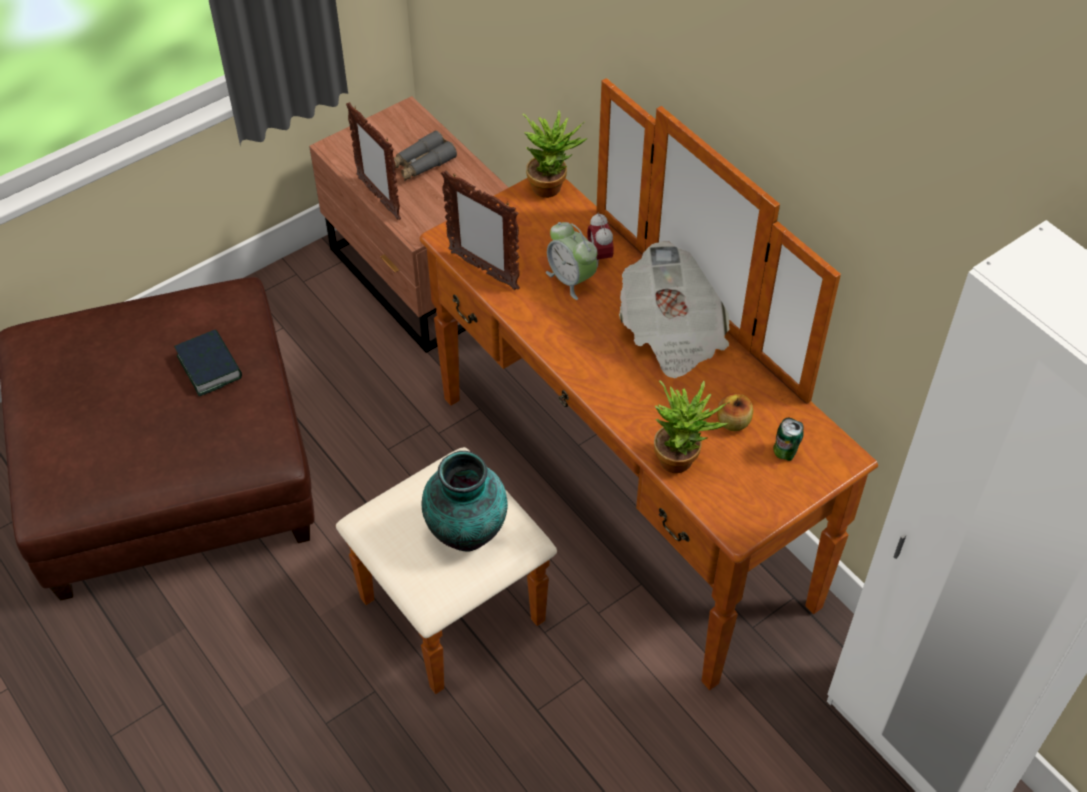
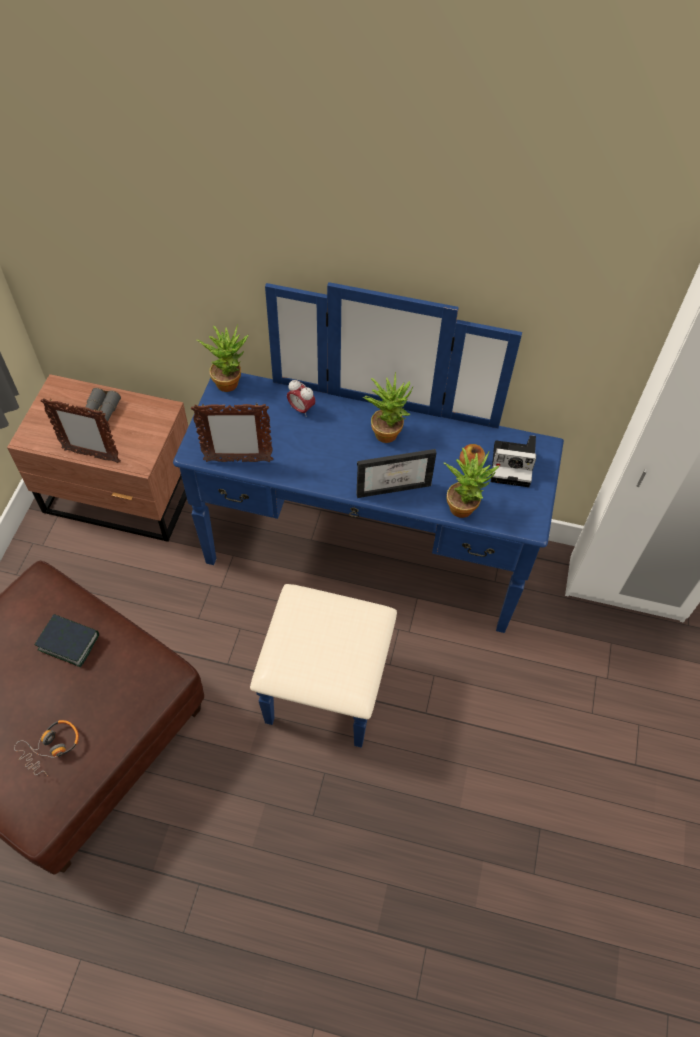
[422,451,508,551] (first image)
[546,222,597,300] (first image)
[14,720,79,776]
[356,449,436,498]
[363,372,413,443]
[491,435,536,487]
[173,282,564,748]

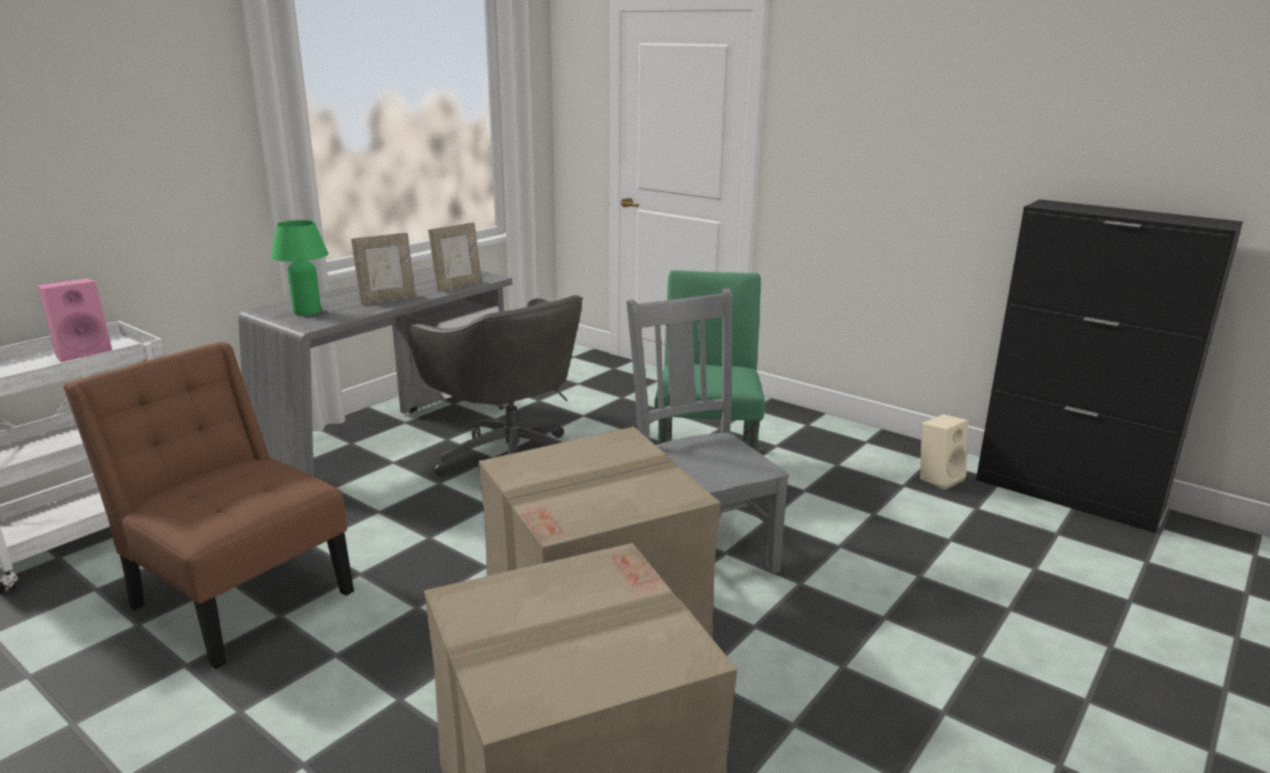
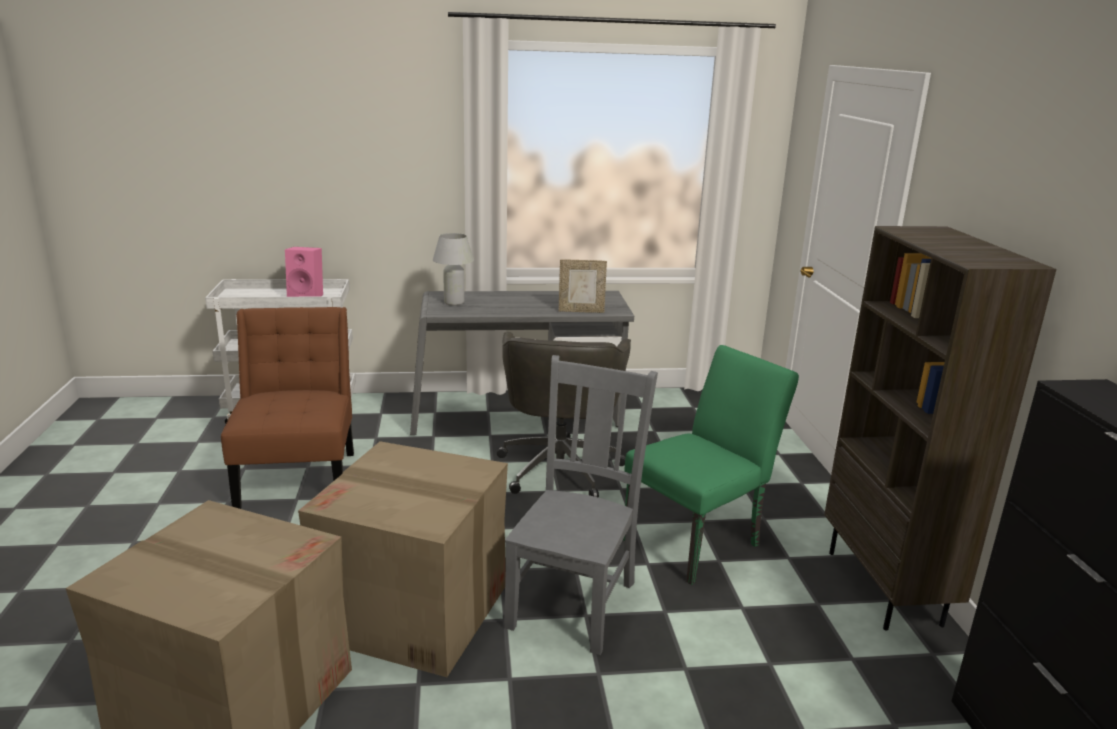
[351,233,416,304] (first image)
[920,414,969,490] (first image)
[824,226,1056,630]
[433,233,474,306]

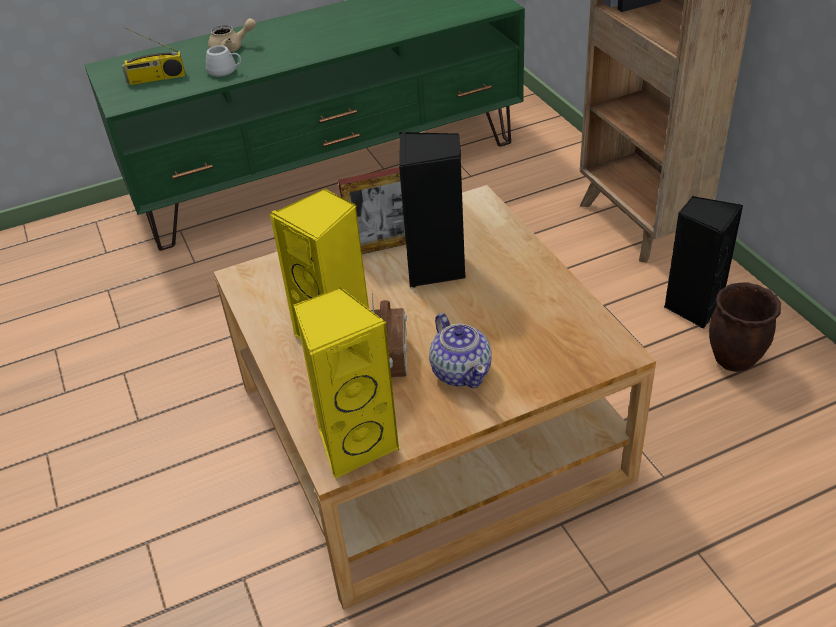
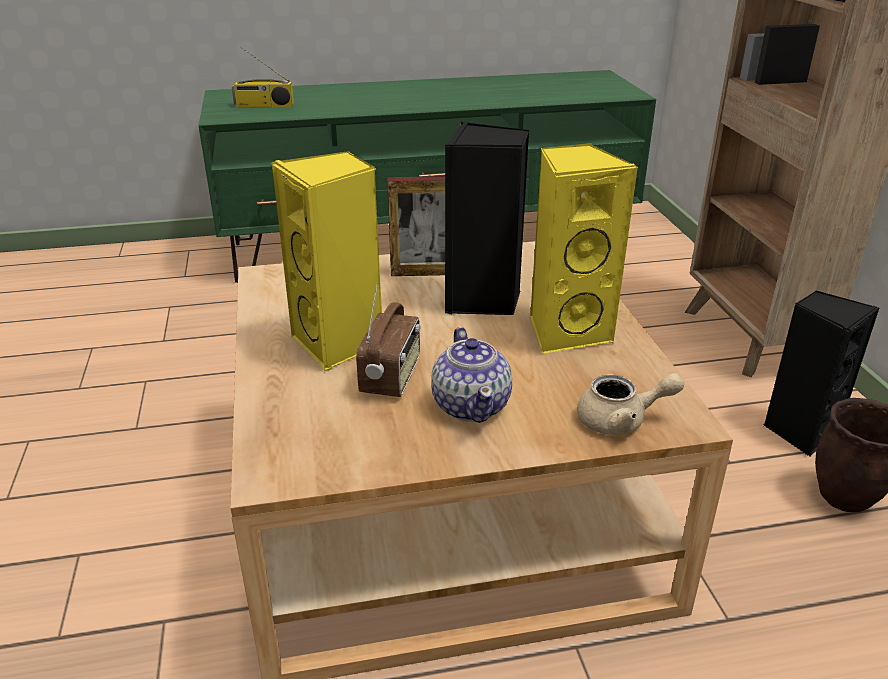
[206,45,241,77] (first image)
[577,373,684,435]
[530,143,639,354]

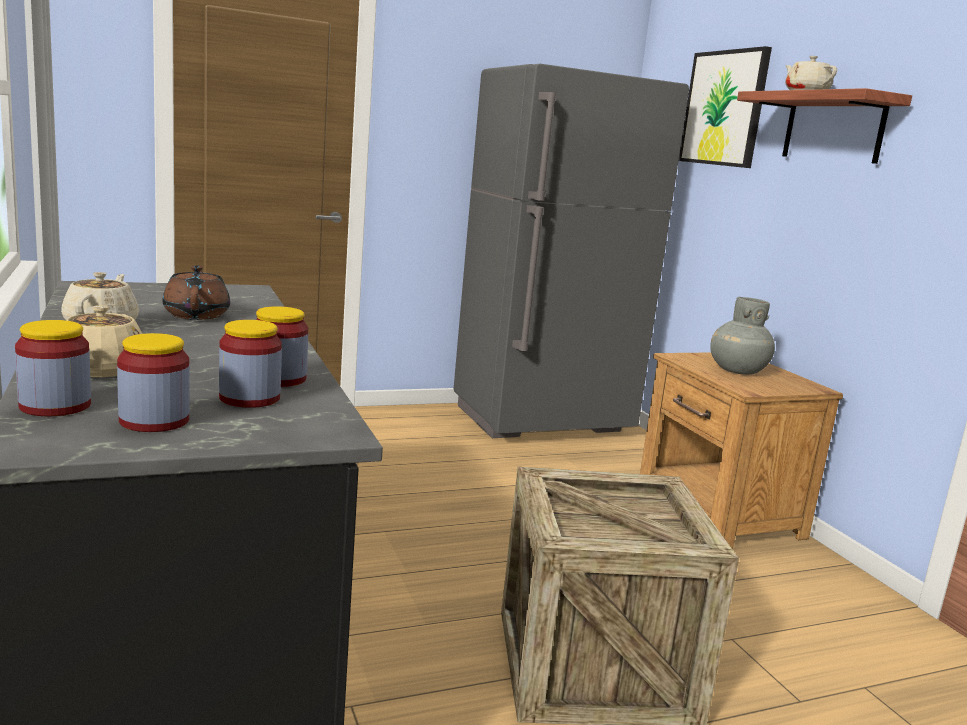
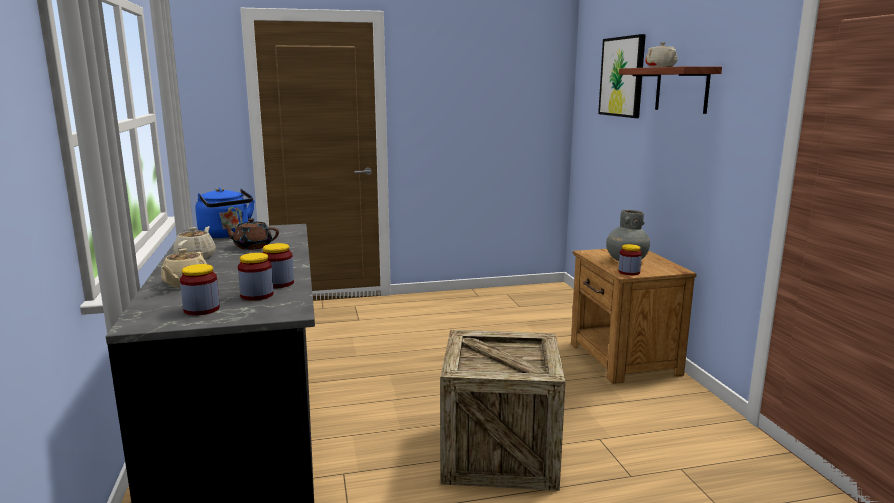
[454,64,689,438] (first image)
[195,188,255,238]
[618,244,642,275]
[222,218,279,250]

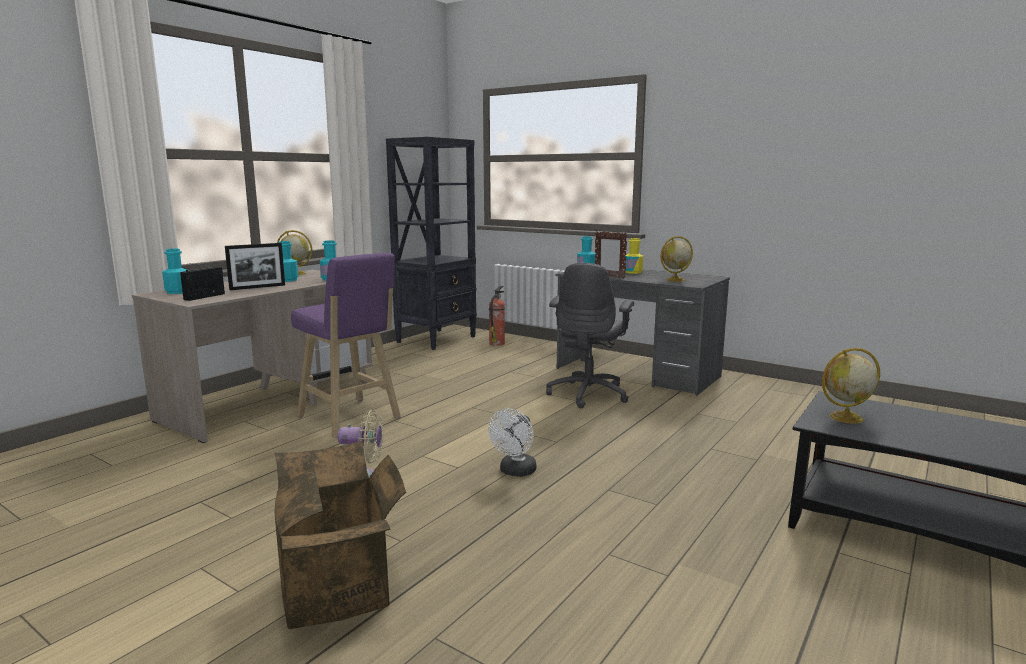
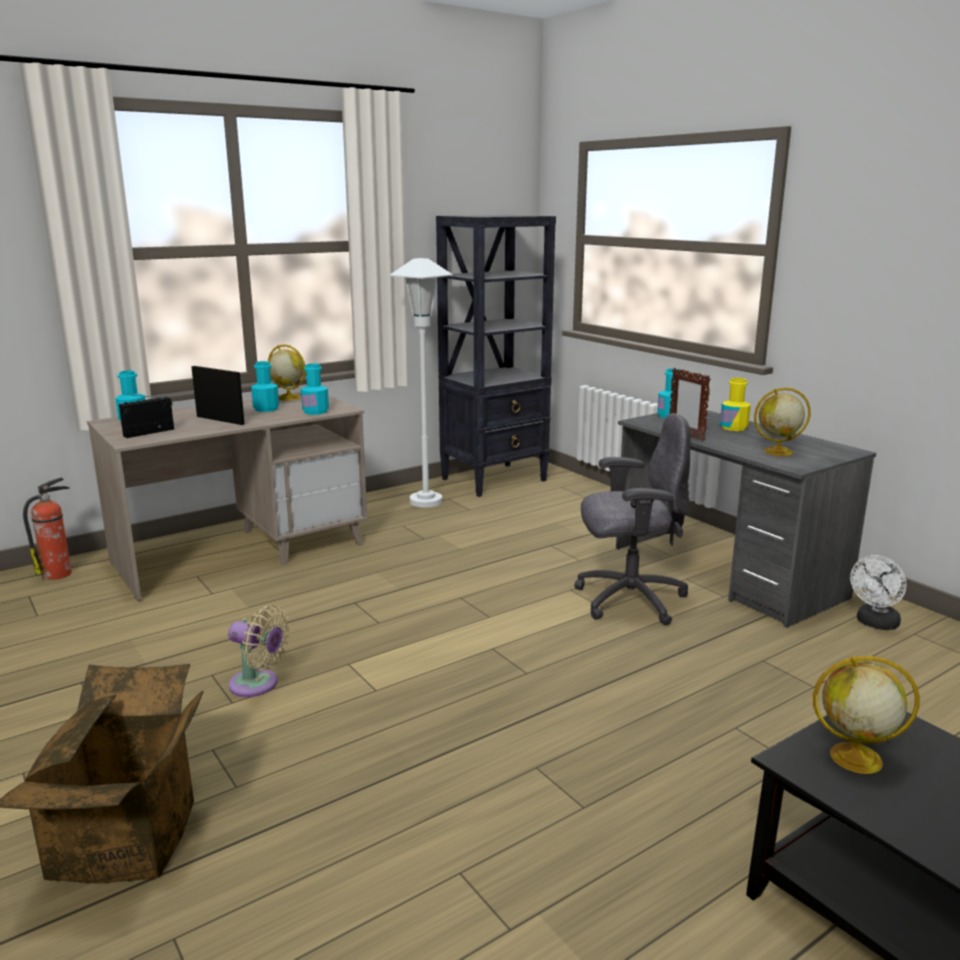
[291,253,401,438] (first image)
[389,258,453,508]
[850,555,907,630]
[23,477,72,580]
[191,366,245,425]
[574,413,690,626]

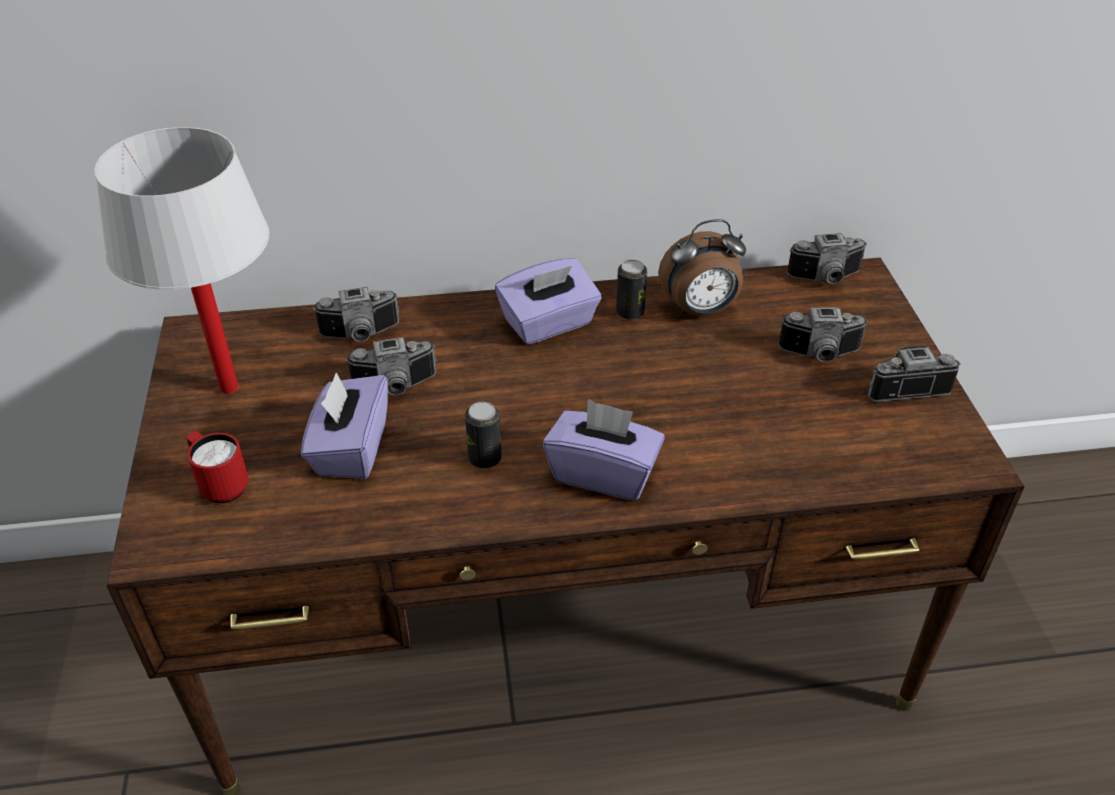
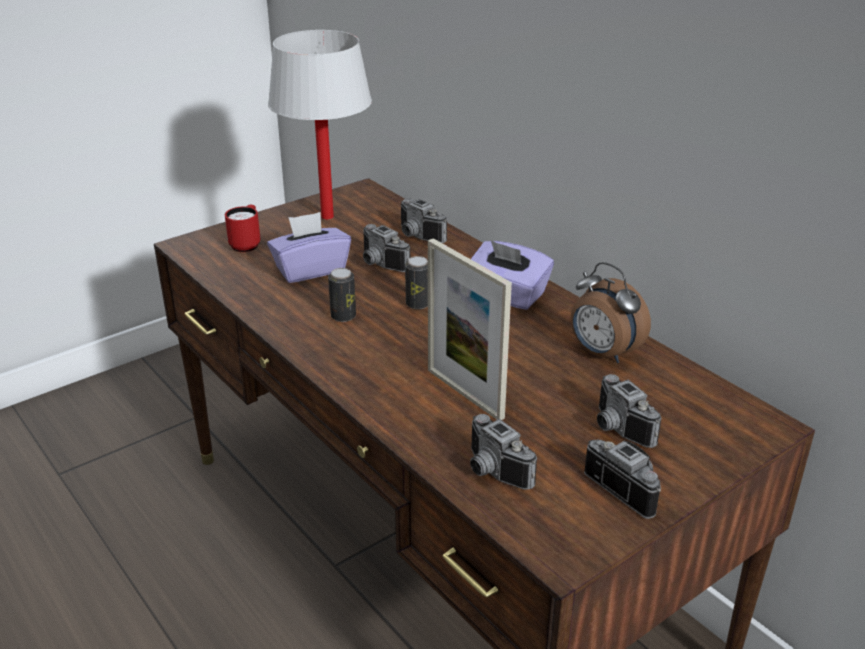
[543,399,665,501] (first image)
[428,238,512,420]
[405,256,428,309]
[470,414,537,490]

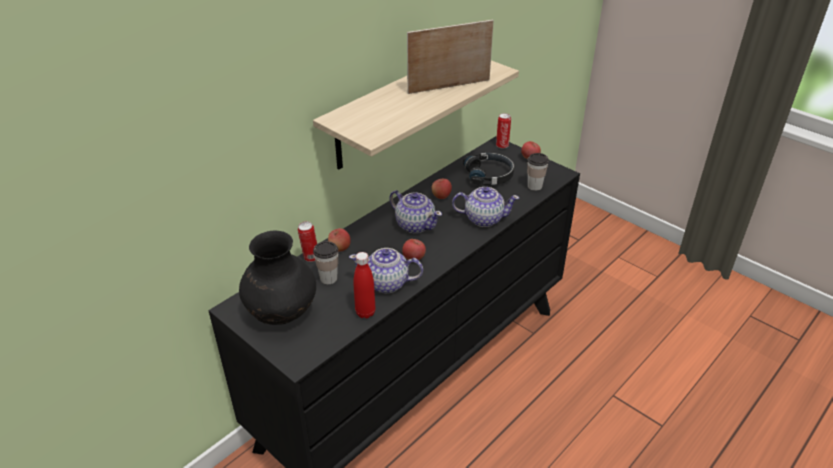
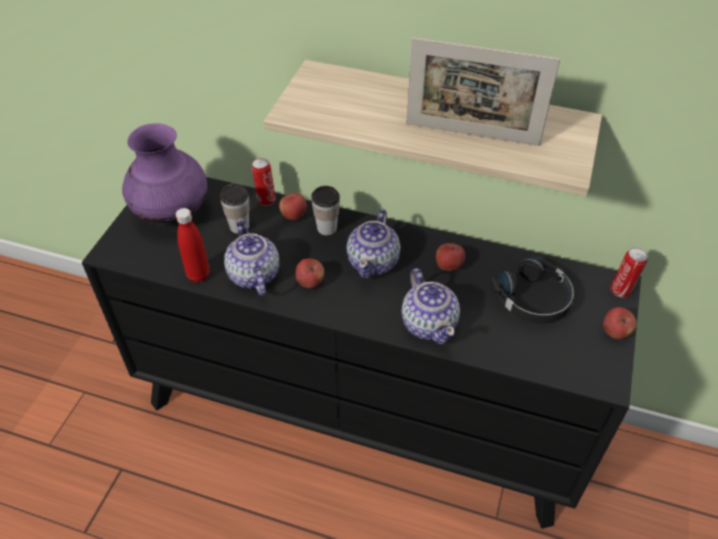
[311,186,340,235]
[122,123,207,225]
[406,37,560,146]

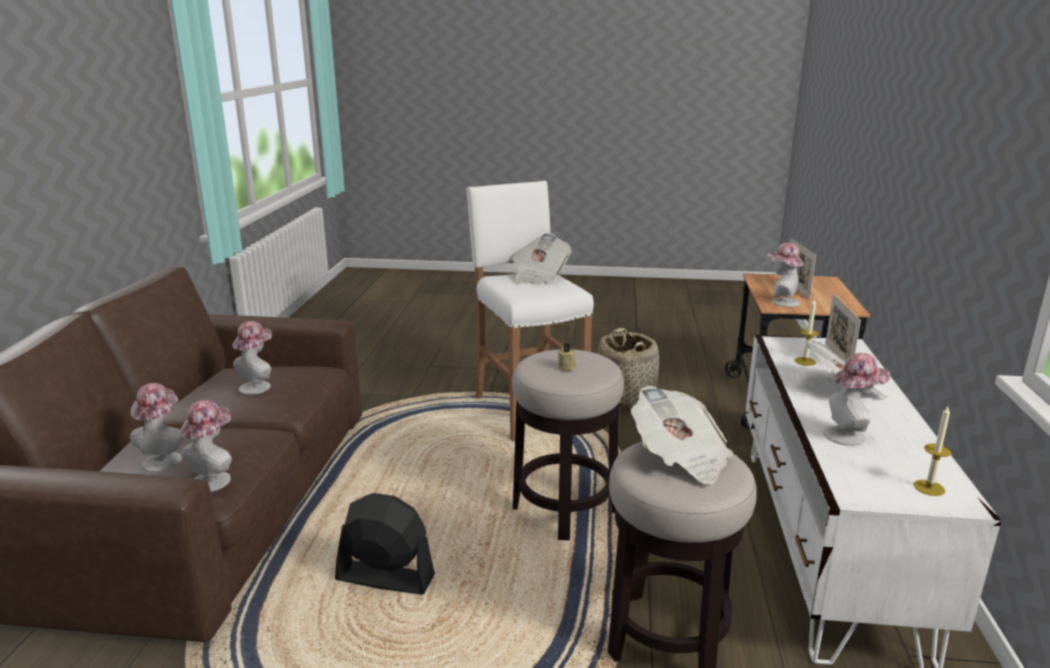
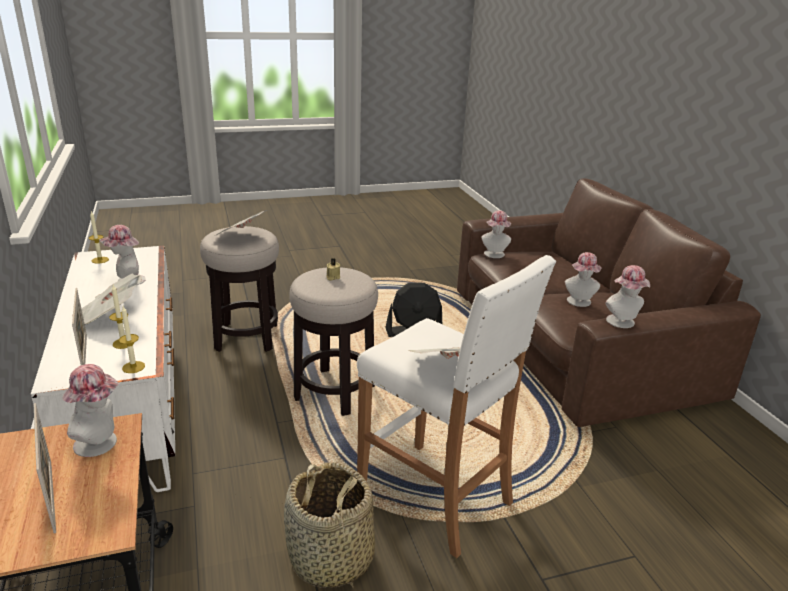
[119,306,145,373]
[606,265,650,328]

